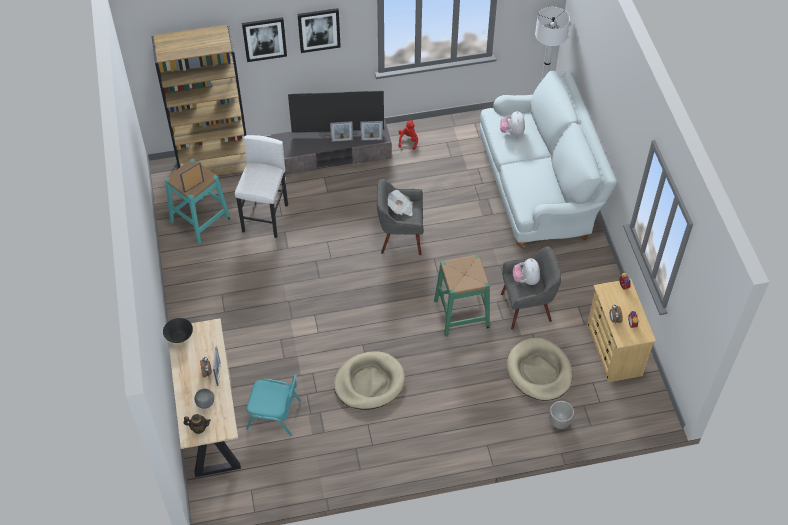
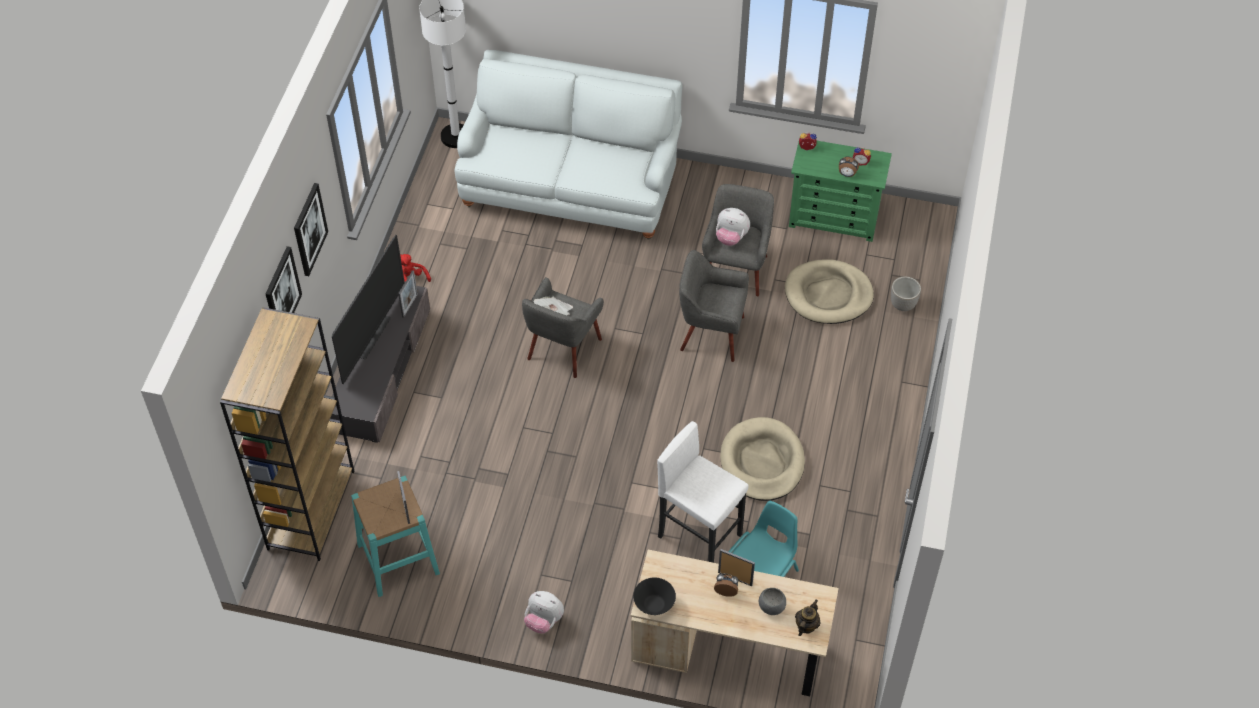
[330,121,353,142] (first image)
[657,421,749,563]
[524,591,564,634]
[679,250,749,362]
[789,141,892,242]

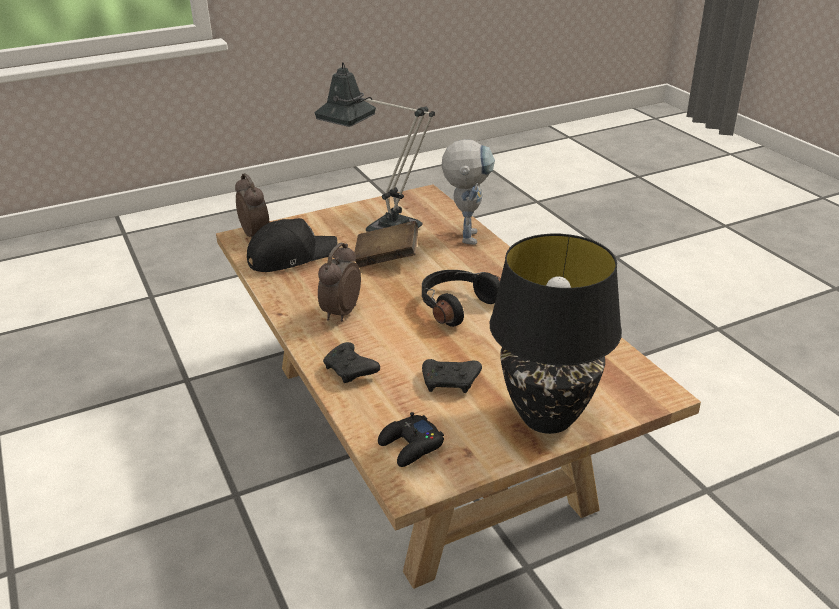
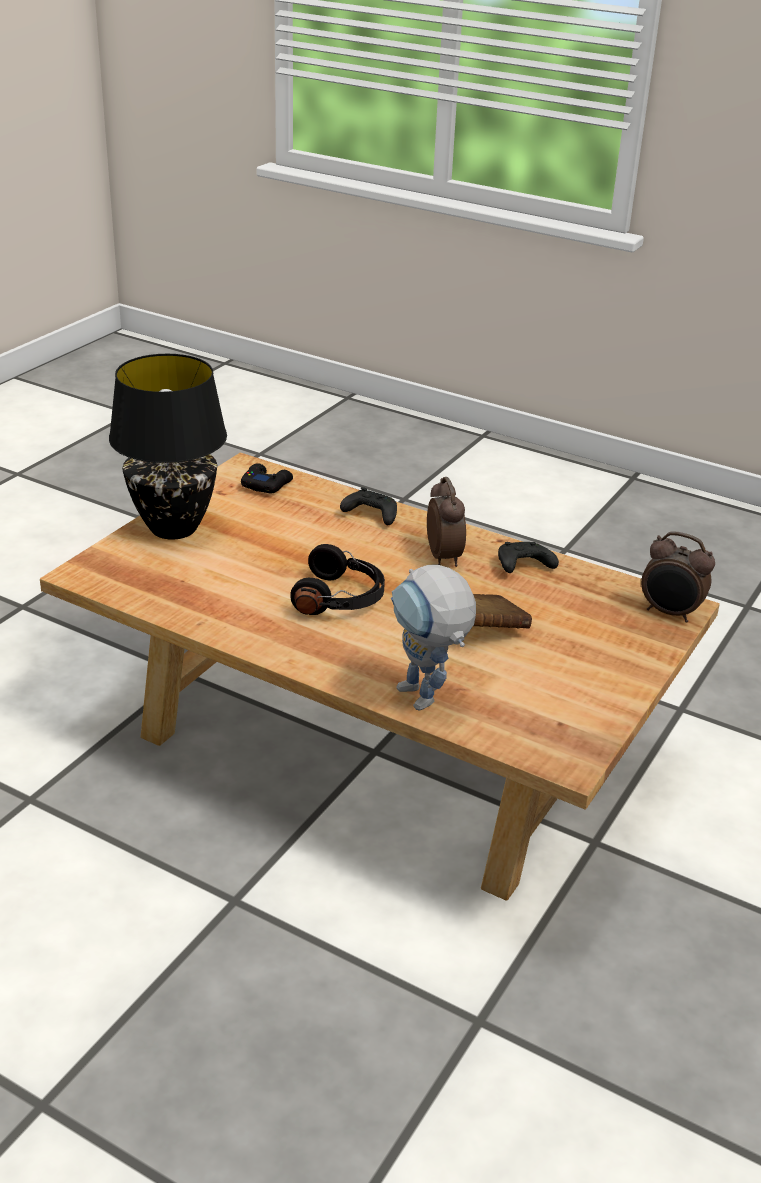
[247,218,337,272] (first image)
[314,62,435,232] (first image)
[498,542,559,573]

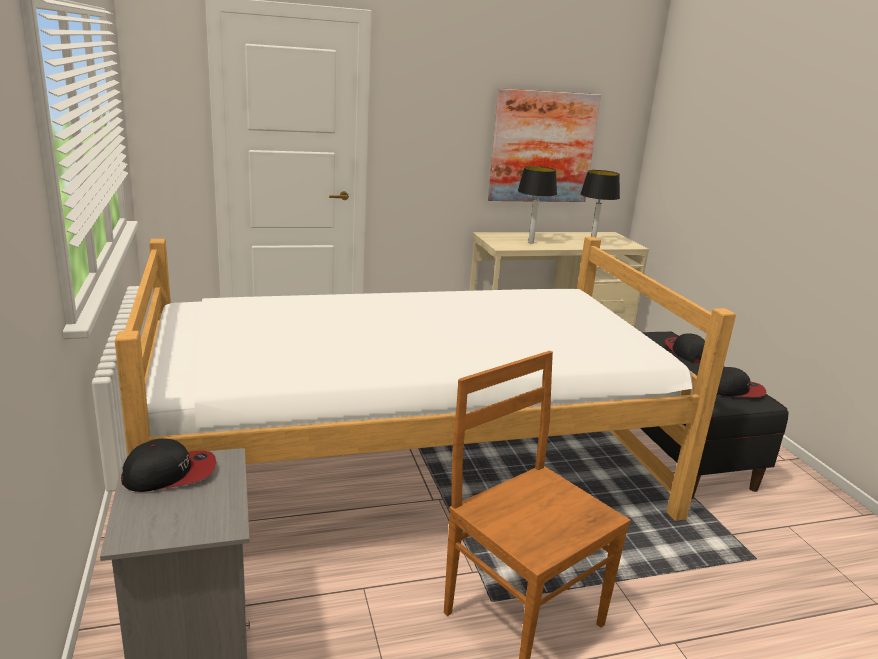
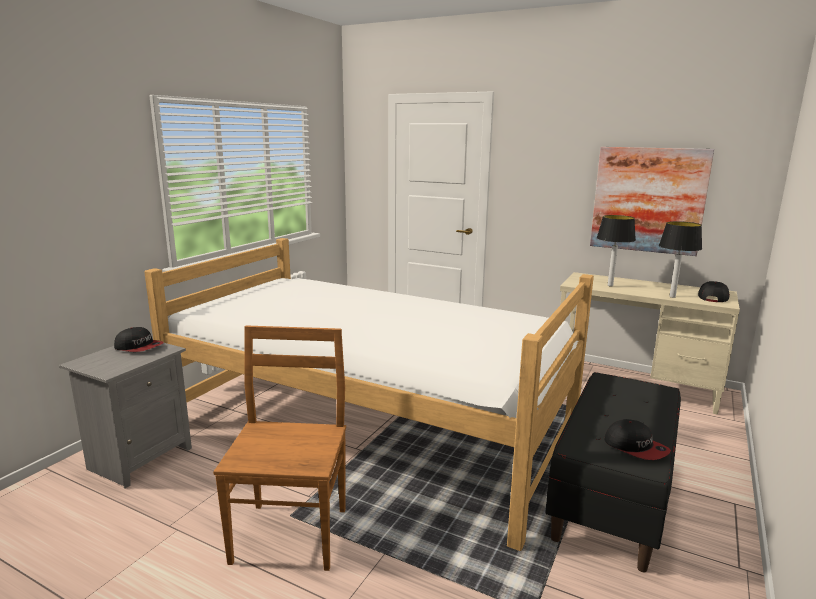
[698,281,730,302]

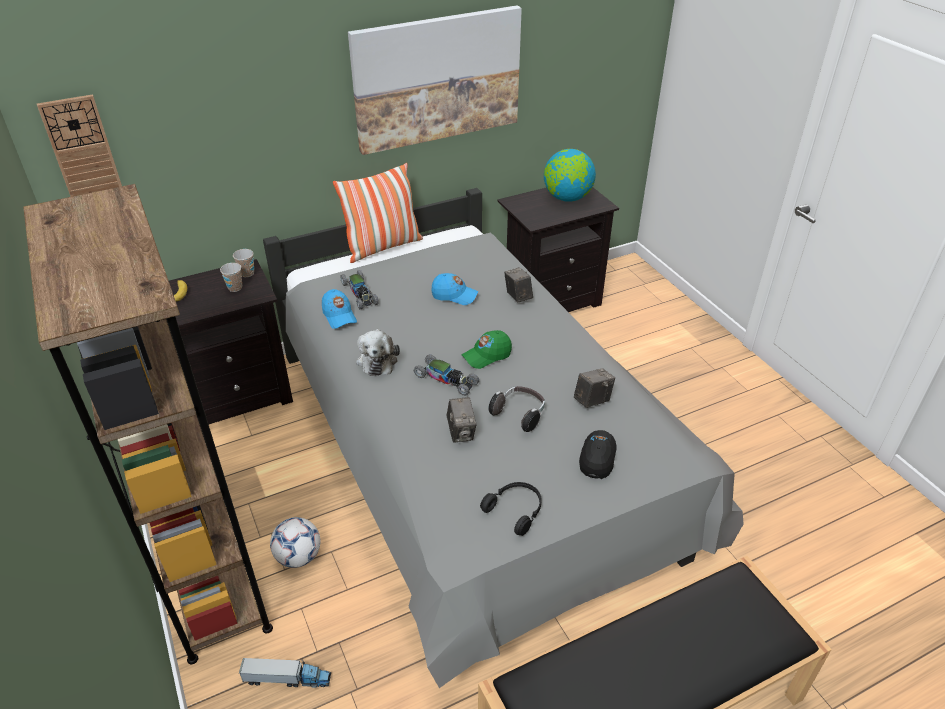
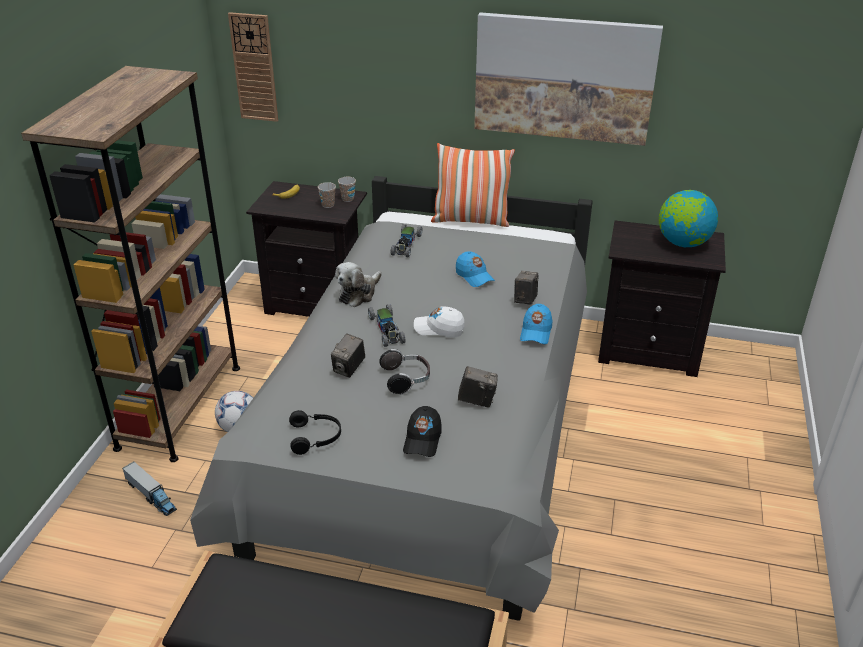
[520,304,552,344]
[414,307,465,338]
[403,406,442,457]

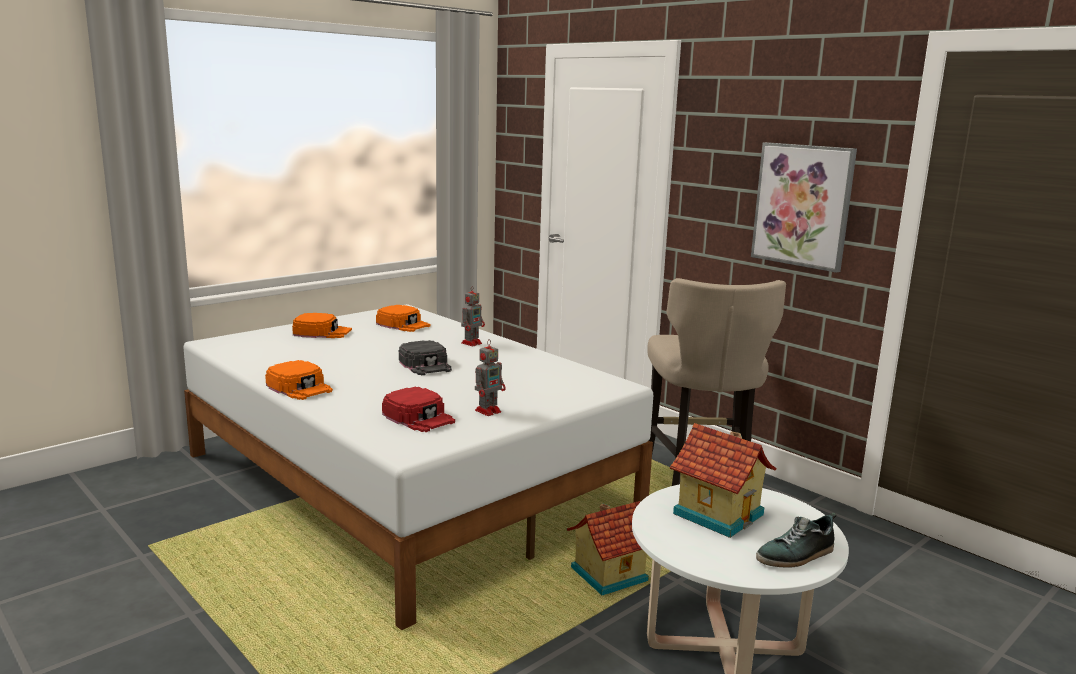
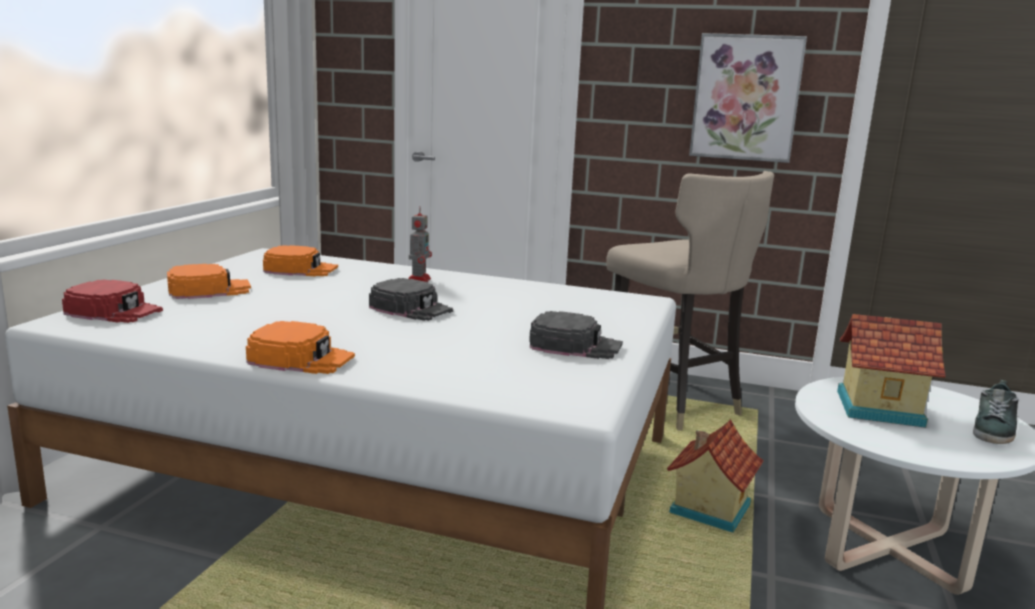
[62,279,163,323]
[529,311,623,359]

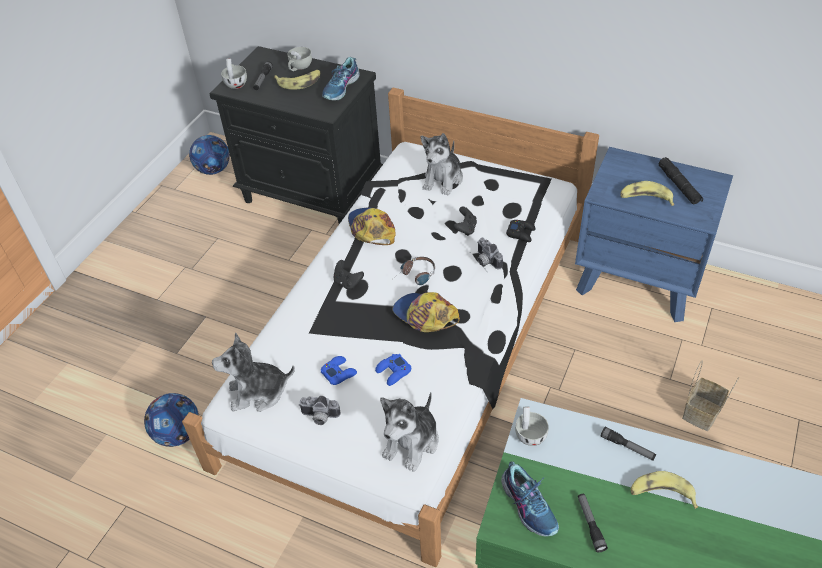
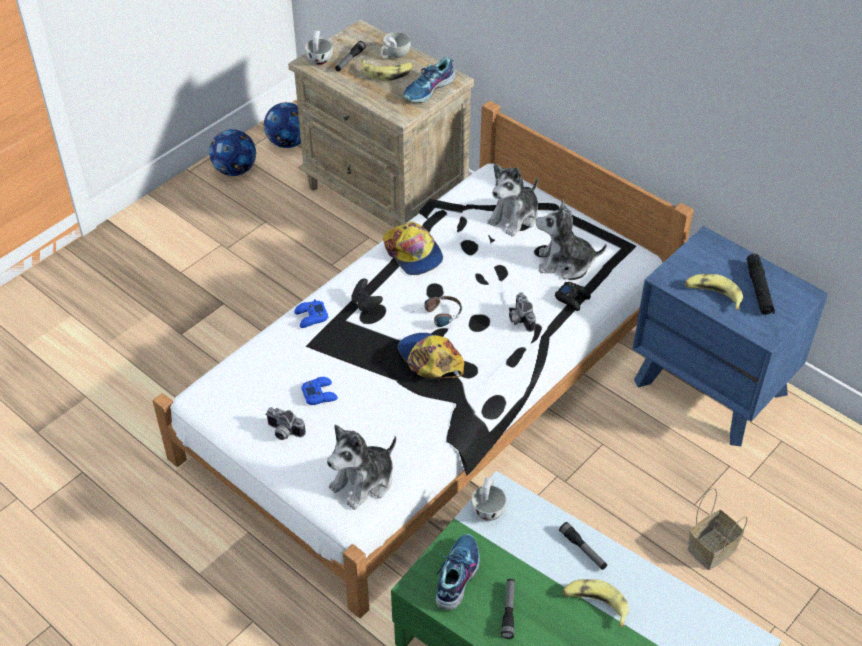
[453,207,477,236] (first image)
[209,129,256,176]
[536,199,607,279]
[294,299,329,328]
[288,19,474,227]
[383,221,443,275]
[436,534,480,610]

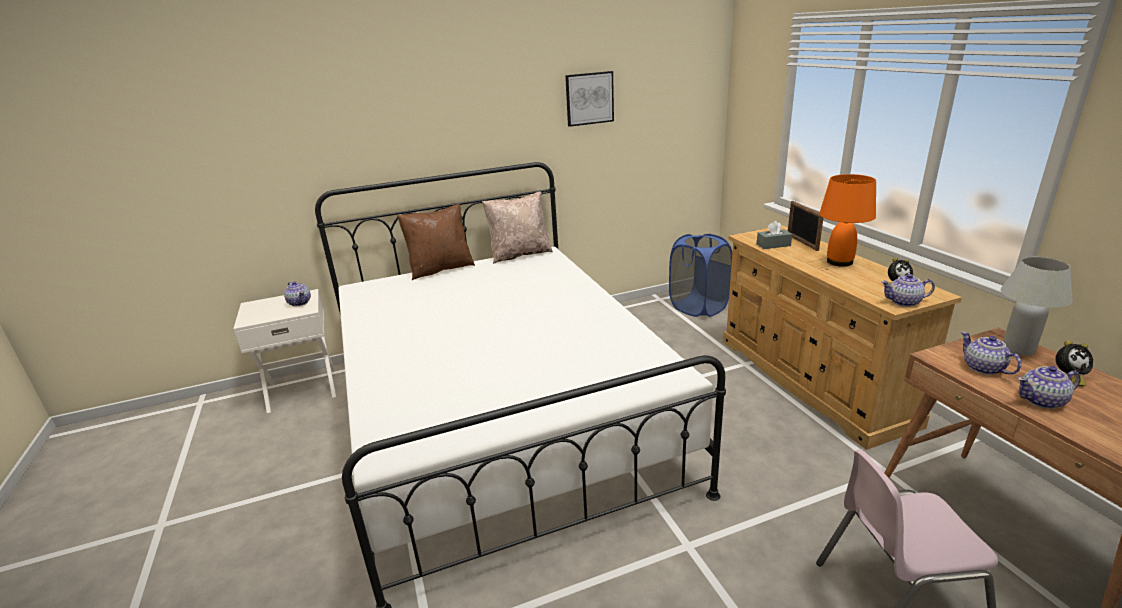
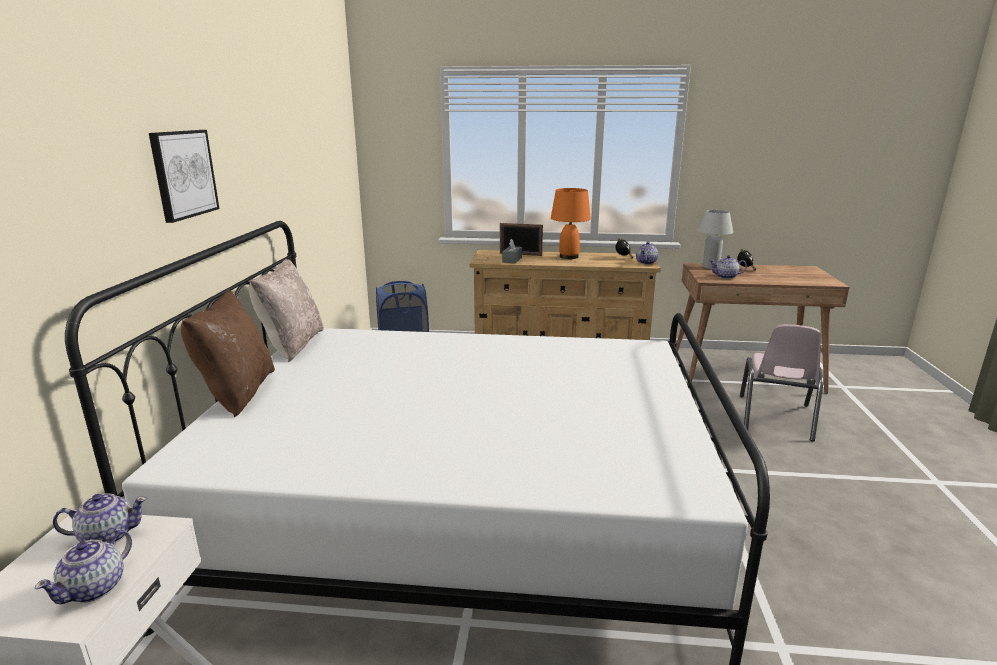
[149,130,220,223]
[35,529,132,604]

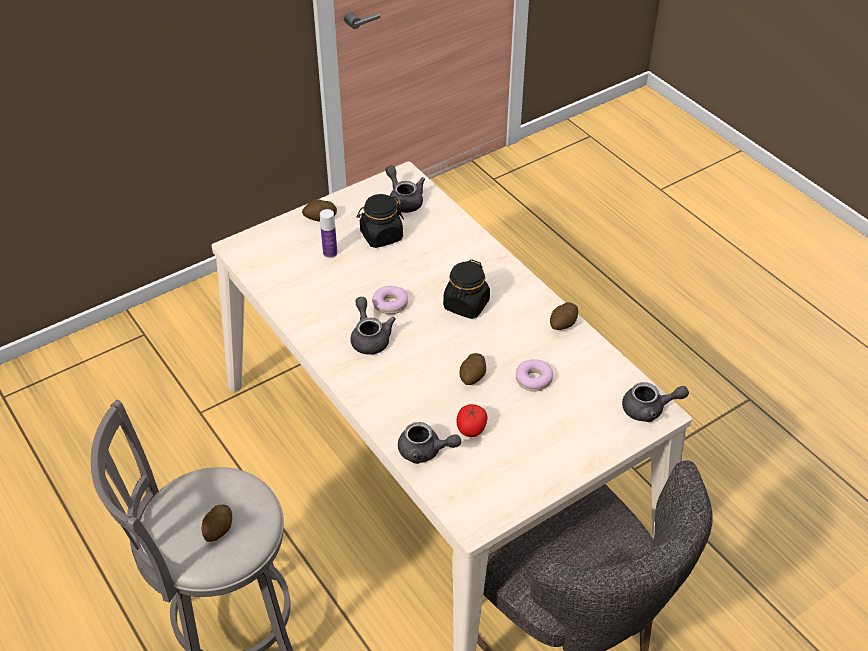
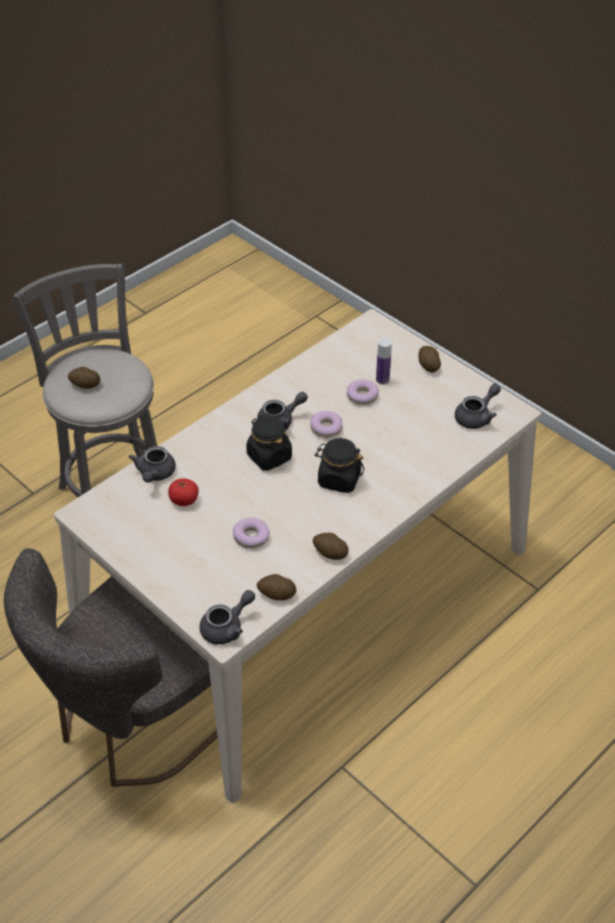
[347,380,379,406]
[246,415,292,471]
[257,574,297,600]
[200,590,255,645]

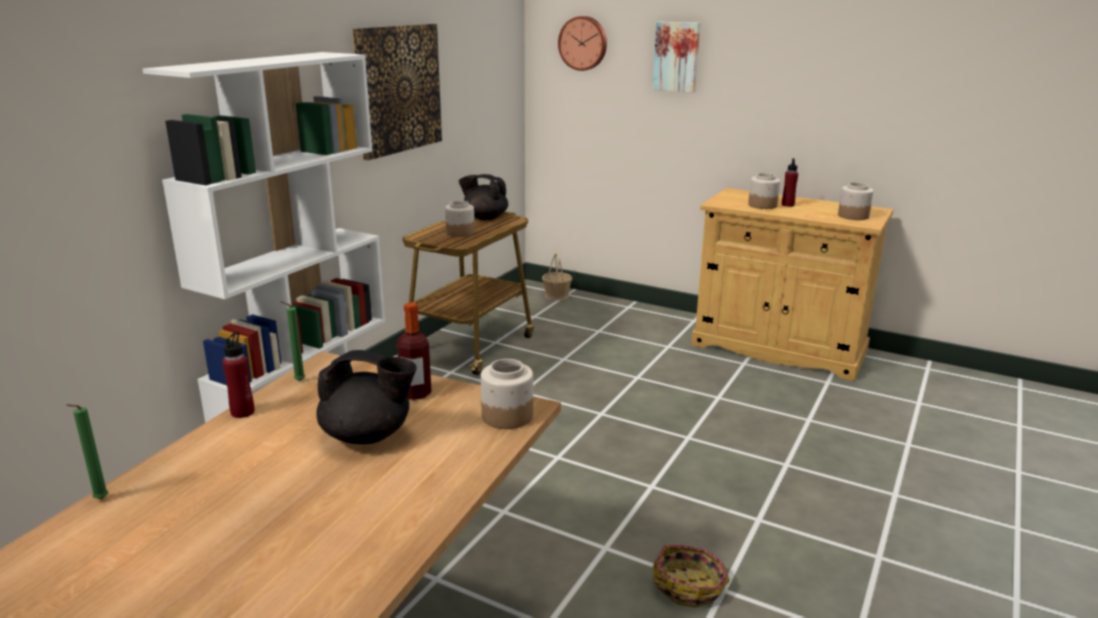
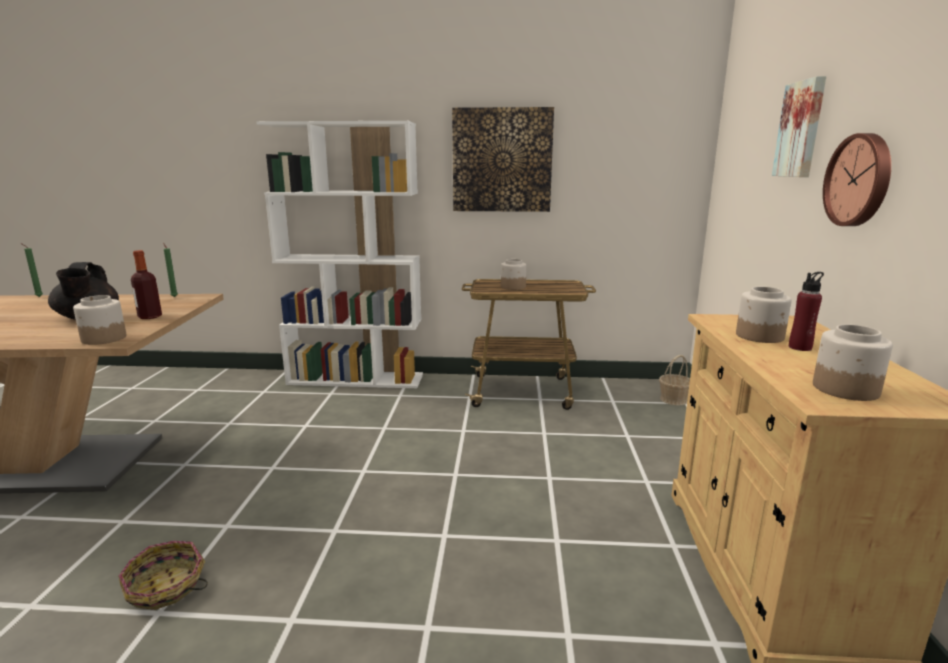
[222,332,255,418] (first image)
[459,174,508,220] (first image)
[823,133,891,226]

